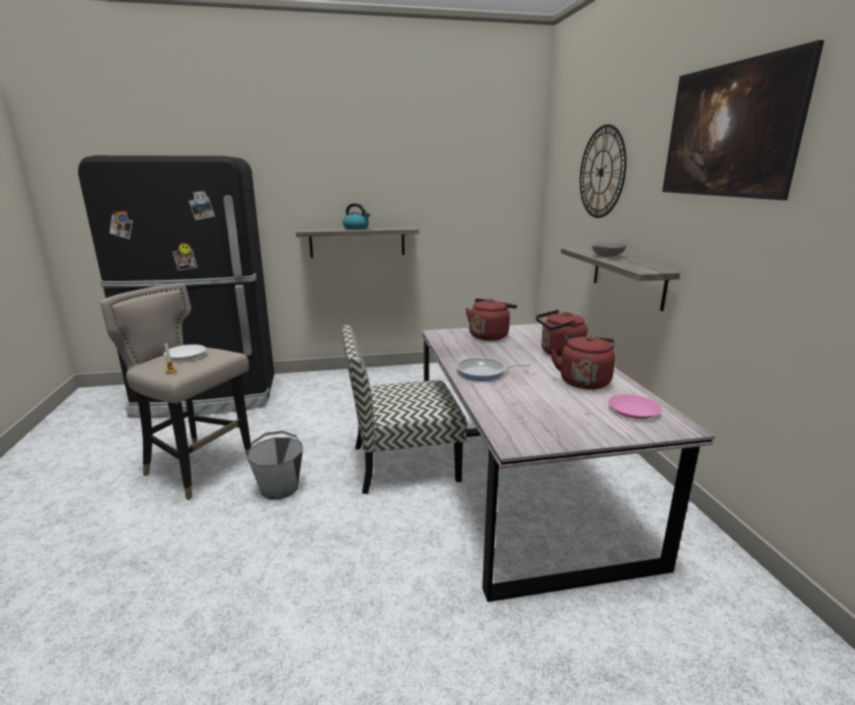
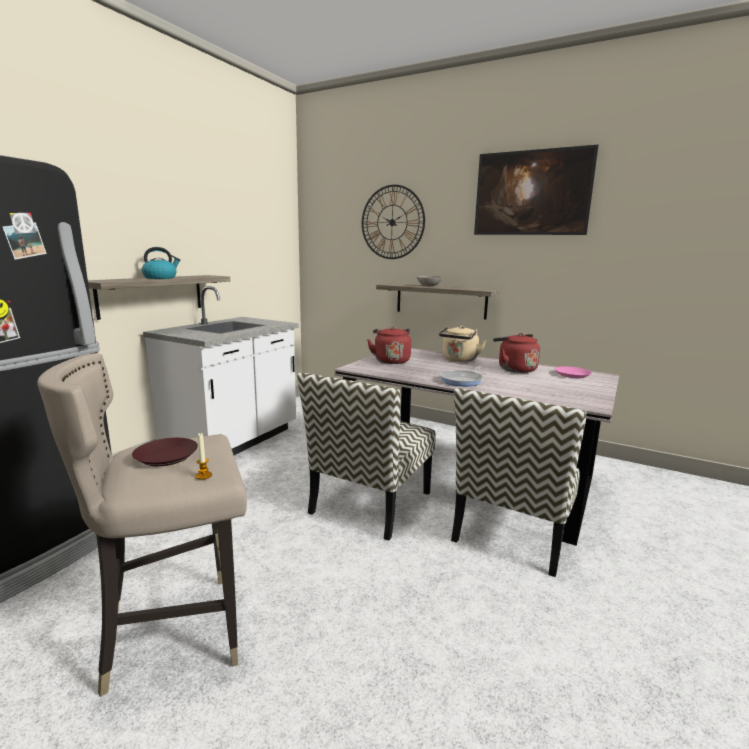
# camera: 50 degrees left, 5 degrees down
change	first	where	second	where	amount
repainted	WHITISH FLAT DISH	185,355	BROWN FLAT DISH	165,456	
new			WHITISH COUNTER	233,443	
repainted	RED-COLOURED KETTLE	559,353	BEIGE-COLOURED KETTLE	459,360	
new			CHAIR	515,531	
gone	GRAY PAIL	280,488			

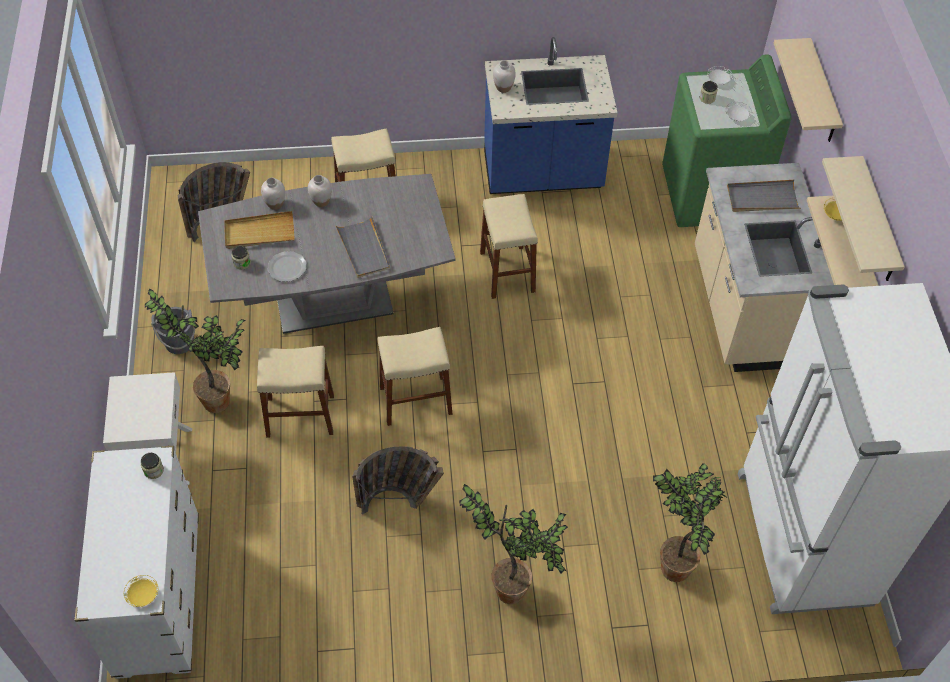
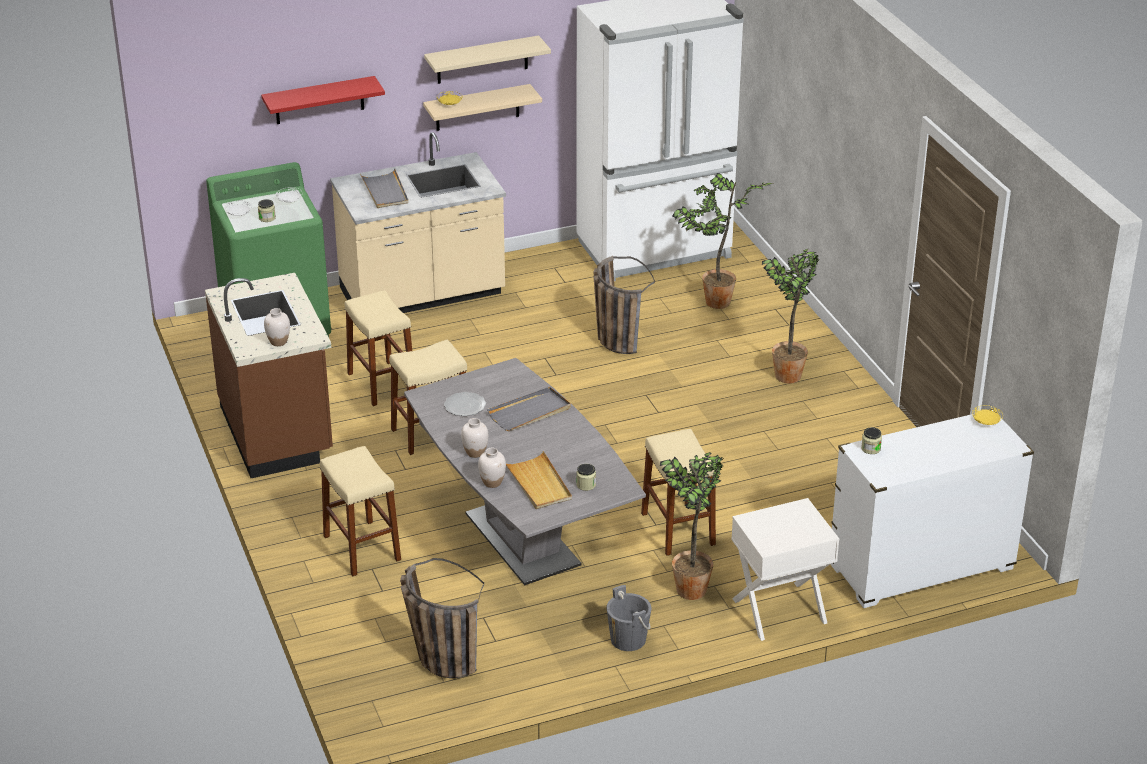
# camera: 105 degrees left, 20 degrees down
change	first	where	second	where	amount
repainted	BLUE COUNTER	542,174	BROWN COUNTER	278,432	
repainted	BEIGE-COLOURED SHELF	822,93	RED-COLOURED SHELF	319,100	
shifted	BEIGE-COLOURED STOOL SEAT	415,400		381,383	
shifted	FLAT DISH	286,268		465,406	
shifted	BASKET	400,502		614,336	

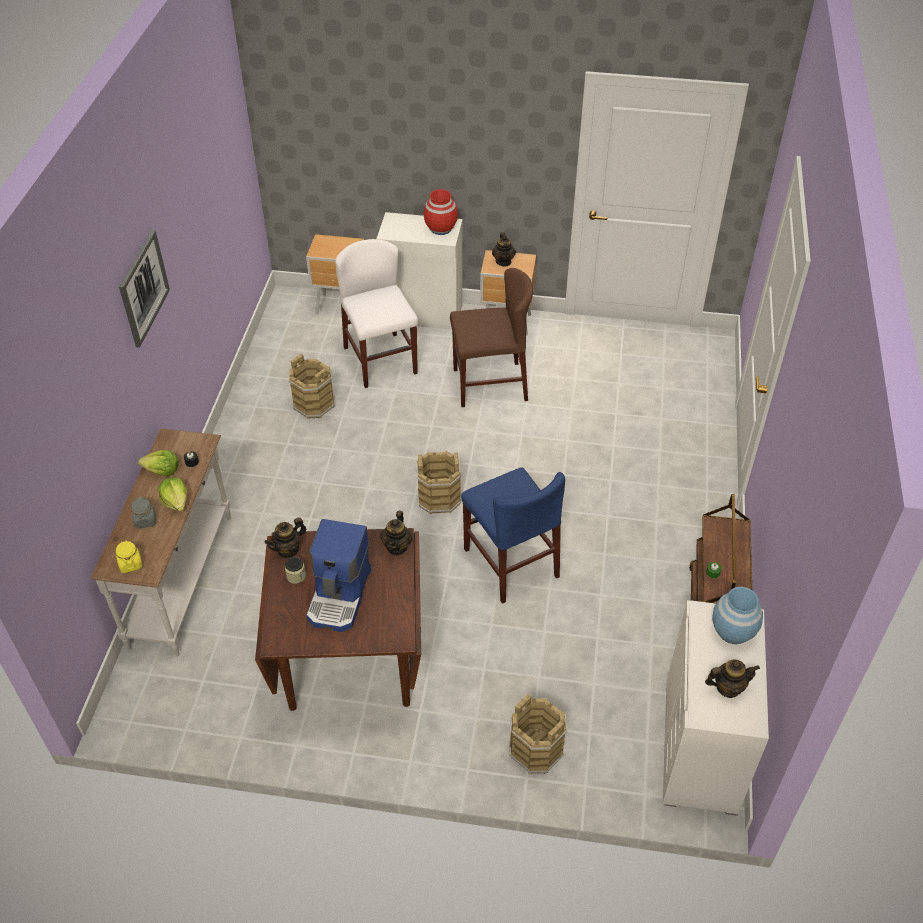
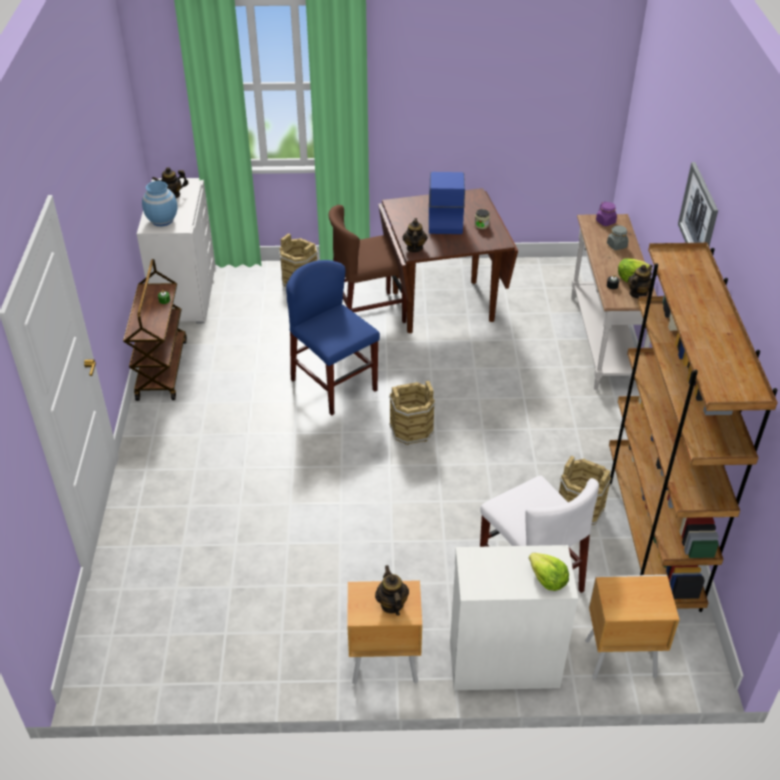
# camera: 170 degrees right, 5 degrees down
change	first	where	second	where	amount
shifted	BROWN CHAIR	490,384		368,313	
shifted	HEAD OF LETTUCE	176,501		547,579	
repainted	YELLOW PRESERVE JAR	130,564	PURPLISH PRESERVE JAR	605,222	
new			BROWN BOOKSHELF	651,534	
shifted	TEA POT	288,550		637,294	
gone	RED-COLOURED DECORATIVE VASE	440,228			

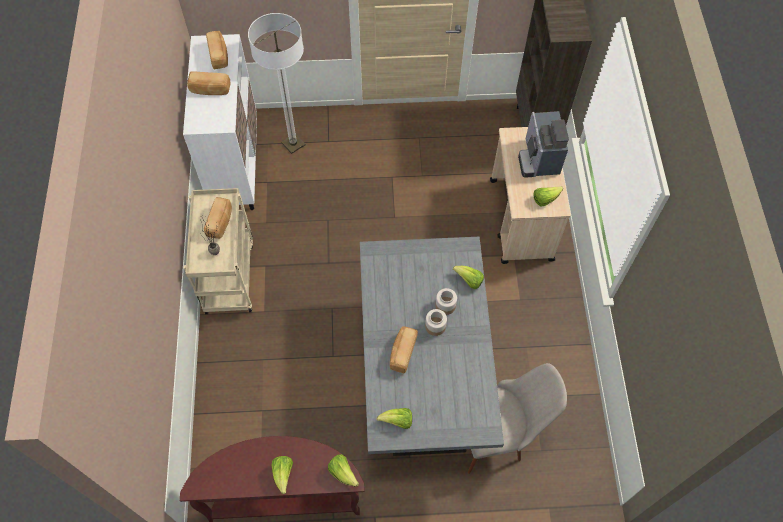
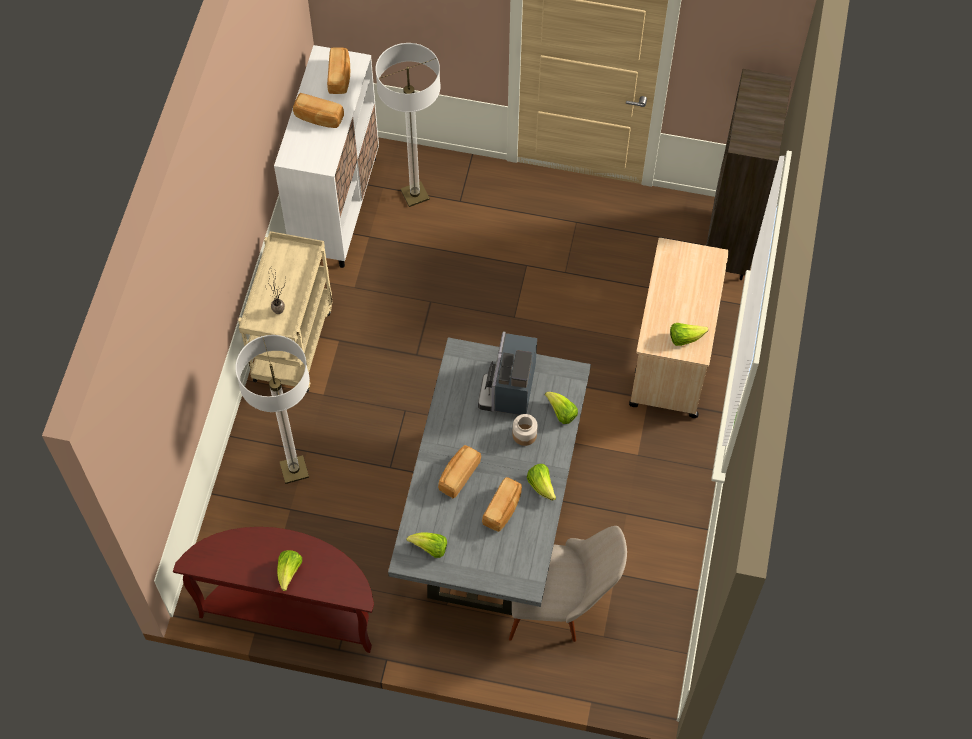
# camera: 15 degrees right, 0 degrees up
change	first	where	second	where	amount
new			FLOOR LAMP	294,470	
shifted	COFFEE MACHINE	539,159		509,389	
shifted	BAKED BREAD	220,222		503,509	
shifted	HEAD OF LETTUCE	343,472		541,485	
gone	PRESERVE JAR	435,326			

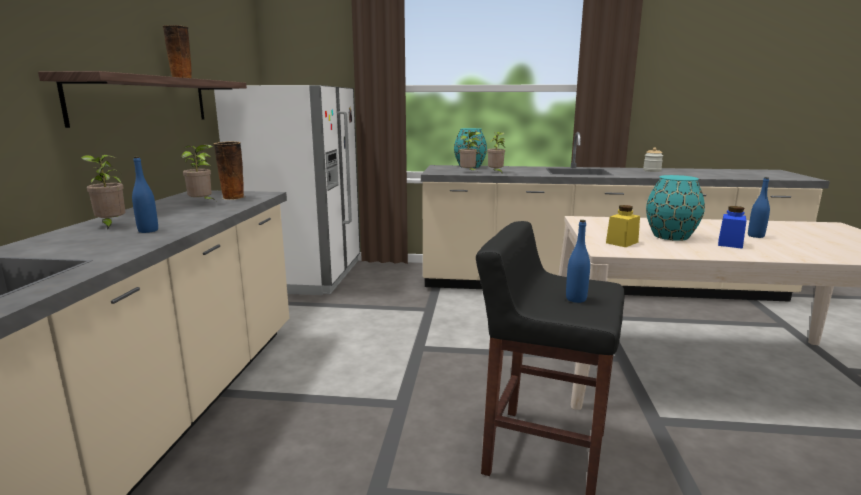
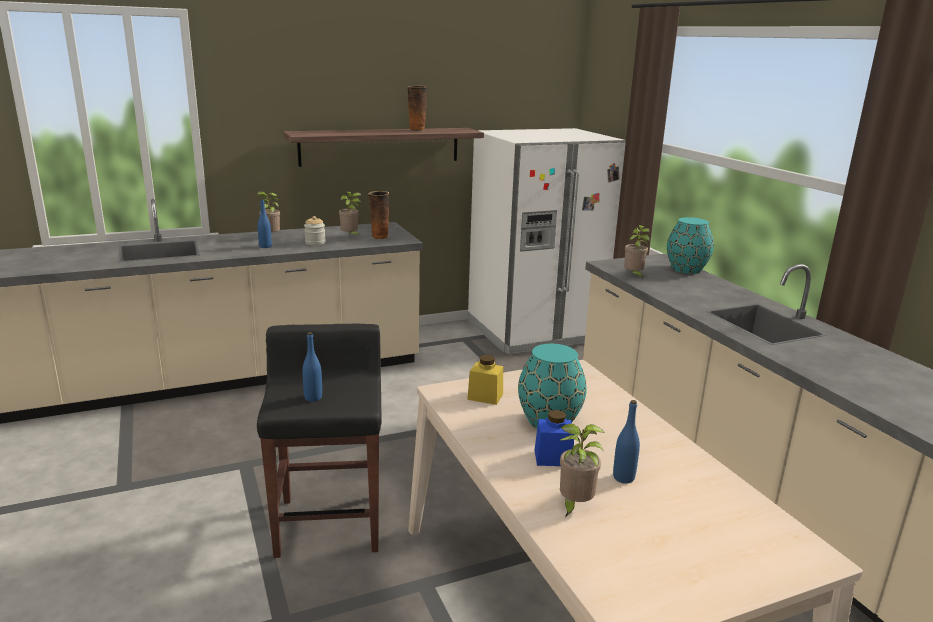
# camera: 60 degrees right, 5 degrees up
change	first	where	second	where	amount
shifted	PRESERVE JAR	652,171		315,243	
shifted	PLANT IN A POT	496,173		574,505	

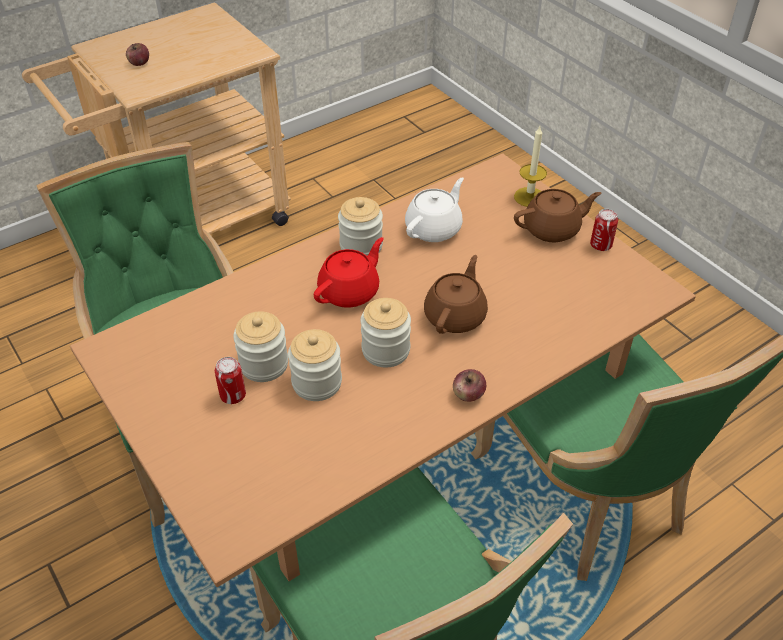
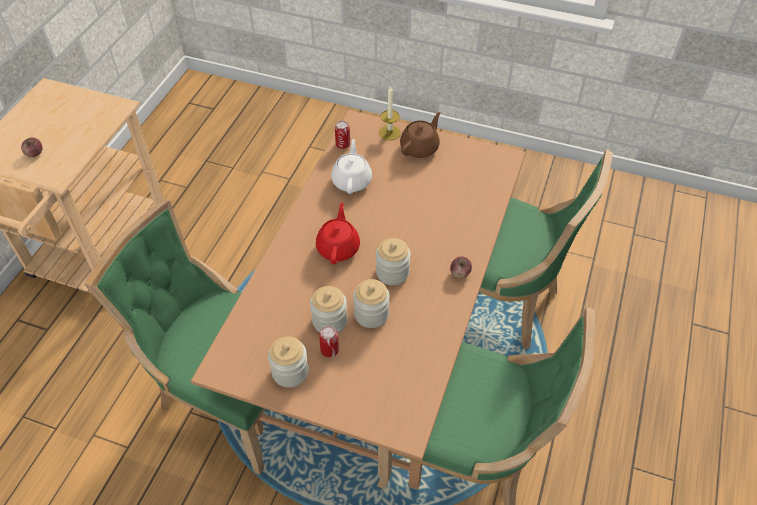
# camera: 35 degrees left, 5 degrees up
change	first	where	second	where	amount
shifted	PRESERVE JAR	361,246		290,372	
shifted	SEALED CAN	600,245		343,145	
gone	BROWN TEA POT	456,315			

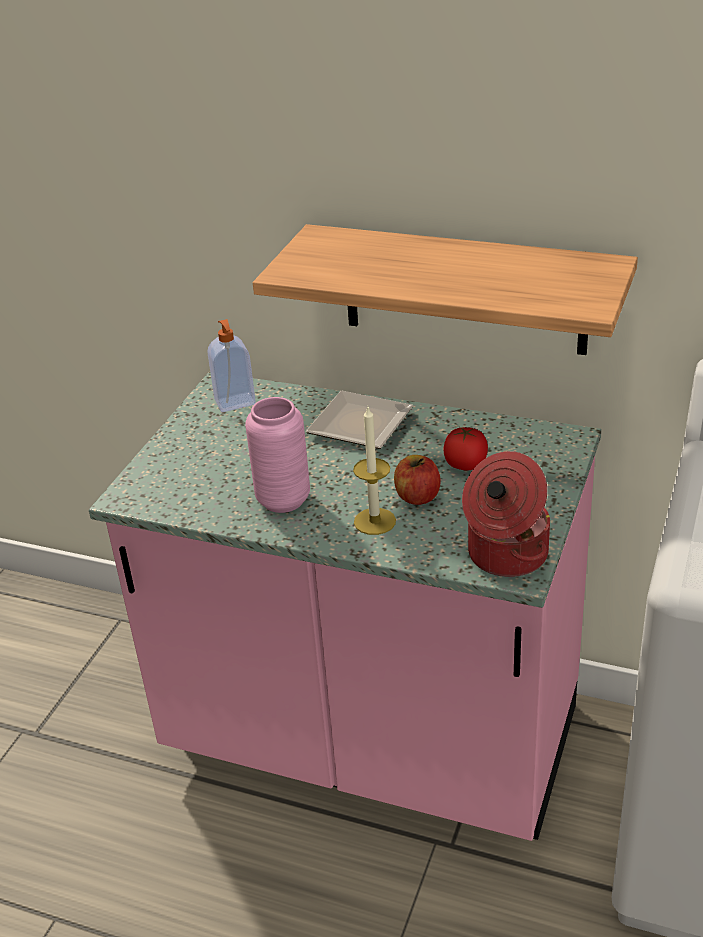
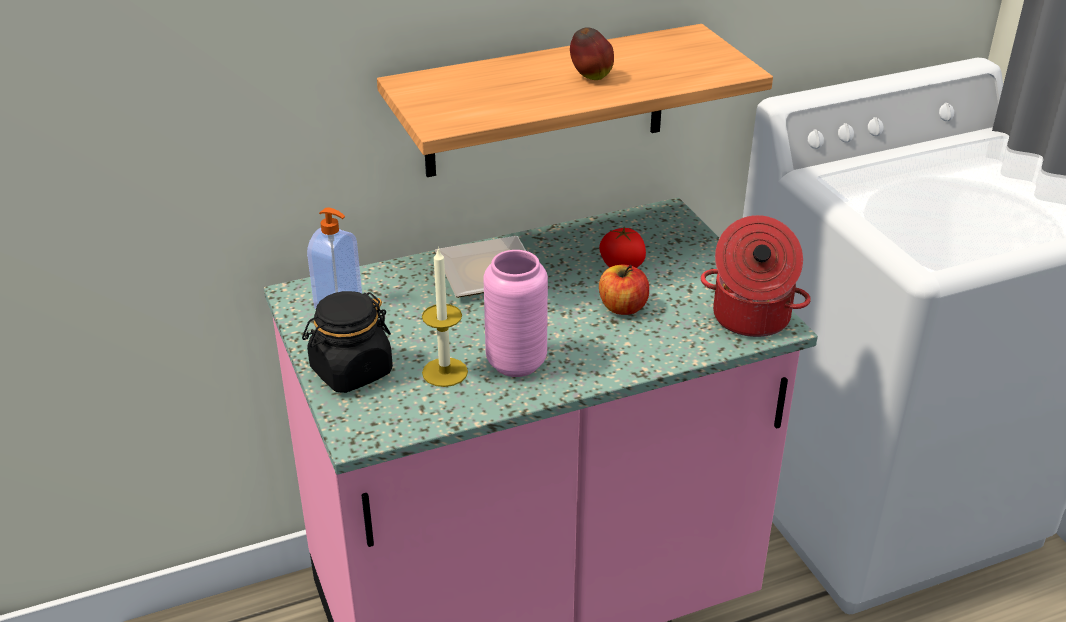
# camera: 45 degrees left, 0 degrees up
change	first	where	second	where	amount
new			BLACK PRESERVE JAR	351,371	
shifted	WAX CANDLE	374,521		445,372	
new			WHOLE APPLE	590,77	

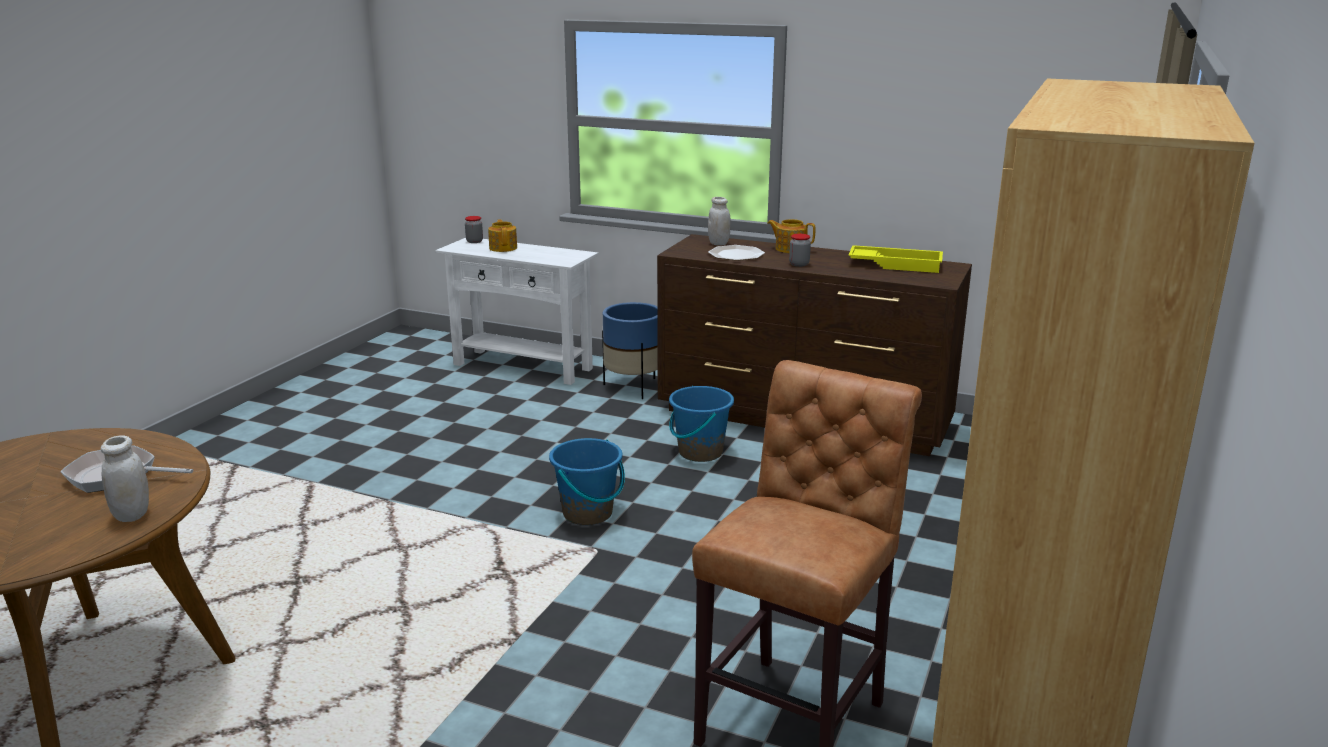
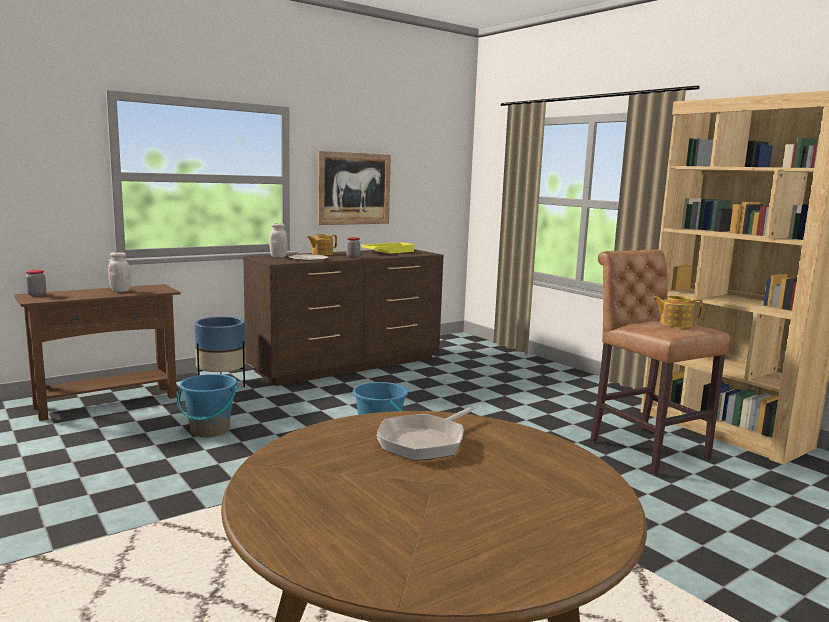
# camera: 60 degrees left, 10 degrees down
change	first	where	second	where	amount
repainted	WHITISH HALL TABLE	522,366	BROWN HALL TABLE	107,402	
shifted	WHITISH PRESERVE JAR	132,515		120,291	
shifted	BLUE PAIL	700,452		210,430	
new			WALL ART	354,188	
shifted	TEA POT	503,248		674,324	

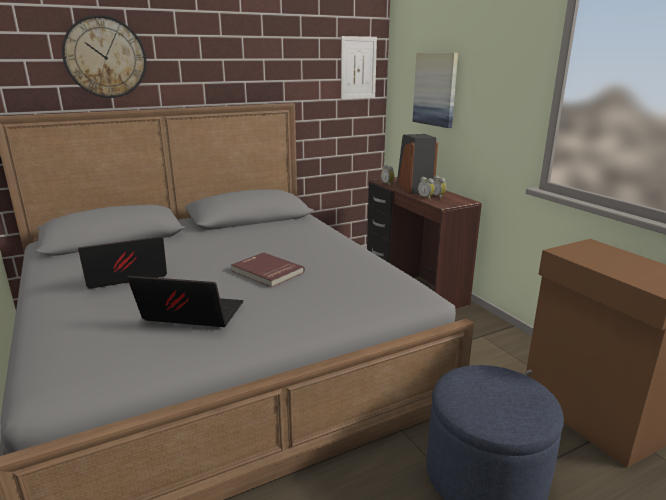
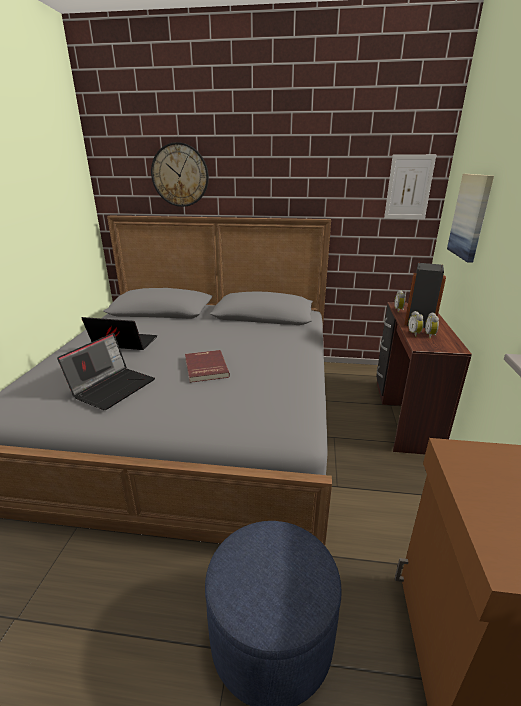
# camera: 35 degrees right, 5 degrees up
change	first	where	second	where	amount
rotated	NOTEBOOK COMPUTER	190,316		113,387	75 degrees clockwise

